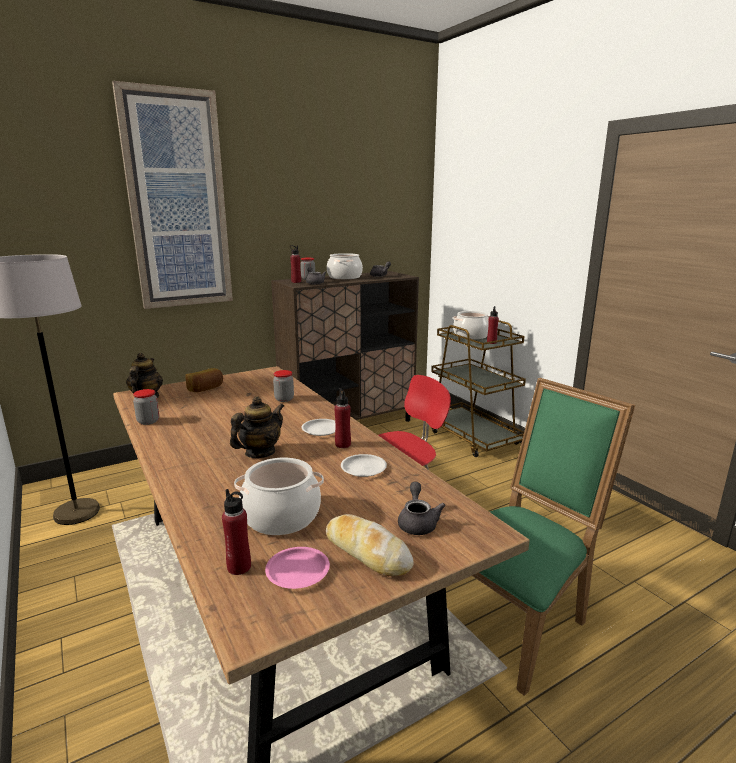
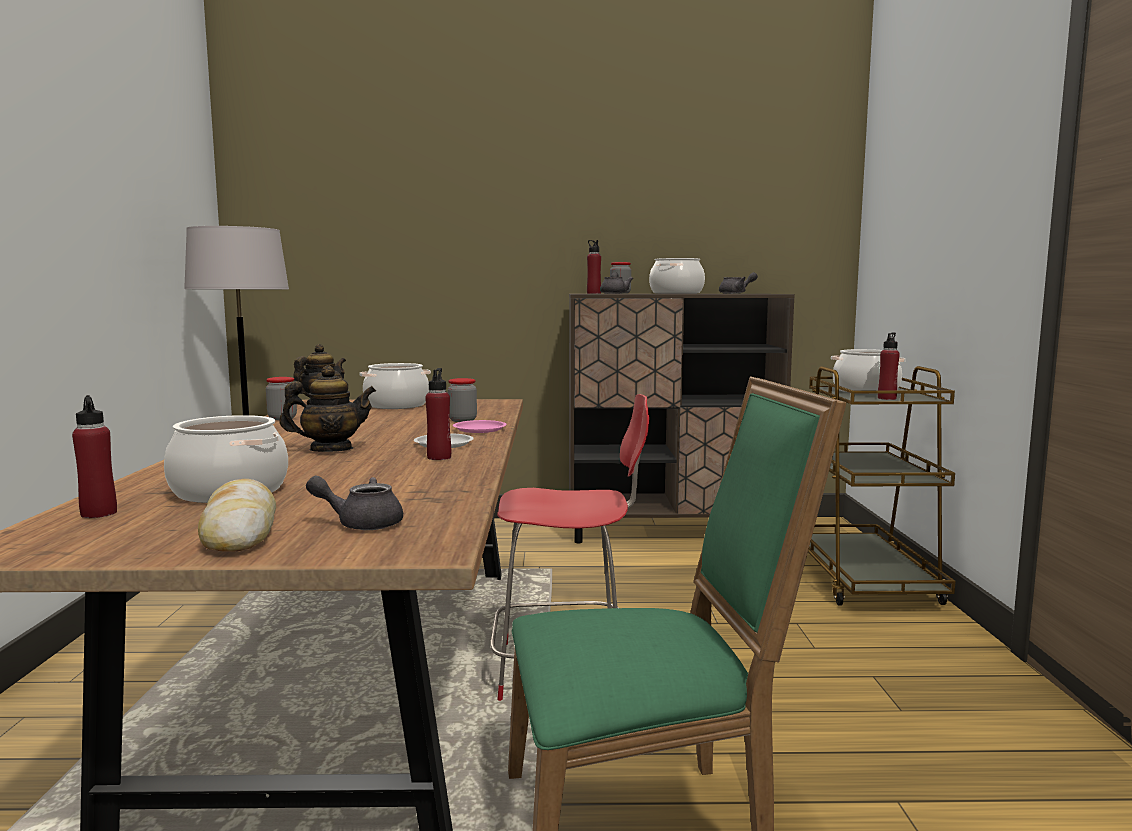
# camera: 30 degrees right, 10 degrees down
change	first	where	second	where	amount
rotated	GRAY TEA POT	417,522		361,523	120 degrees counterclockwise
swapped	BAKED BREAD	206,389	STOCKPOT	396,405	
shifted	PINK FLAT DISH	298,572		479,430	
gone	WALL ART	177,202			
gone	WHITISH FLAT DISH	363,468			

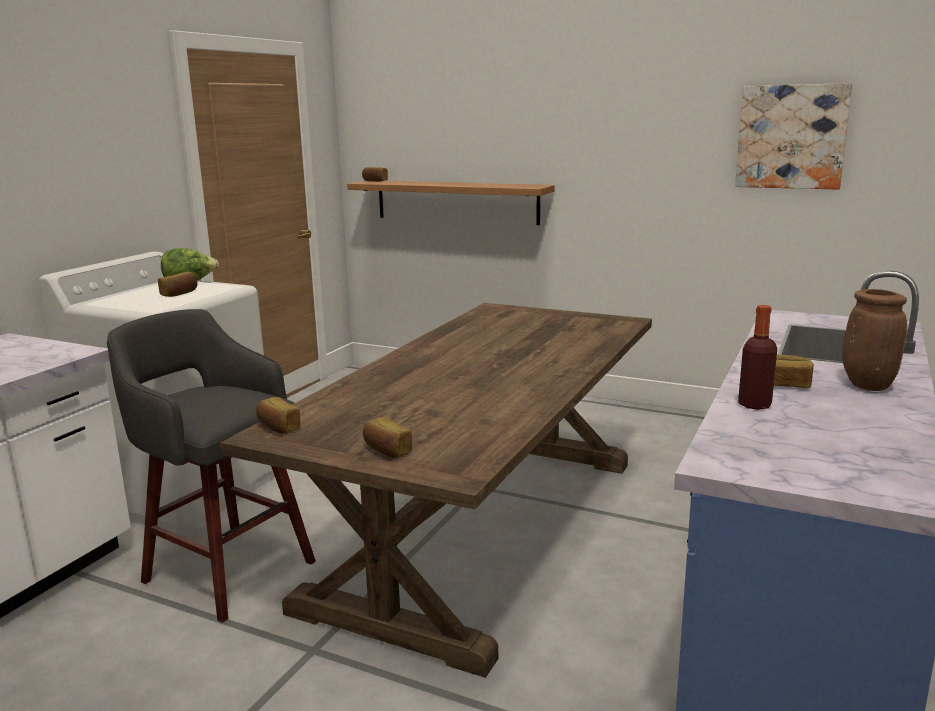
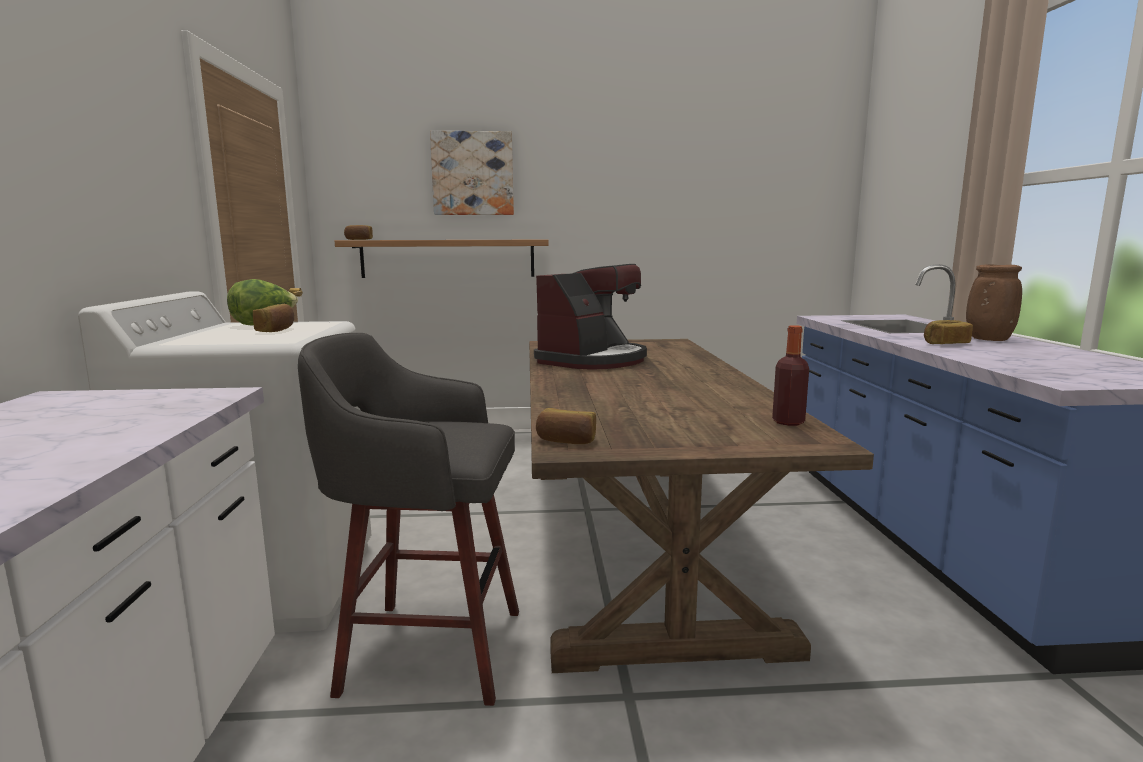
# camera: 30 degrees left, 5 degrees down
change	first	where	second	where	amount
shifted	WALL ART	791,137		473,174	
new			COFFEE MACHINE	593,360	
shifted	DRINK BOTTLE	754,405		788,422	
gone	BAKED BREAD	386,451			

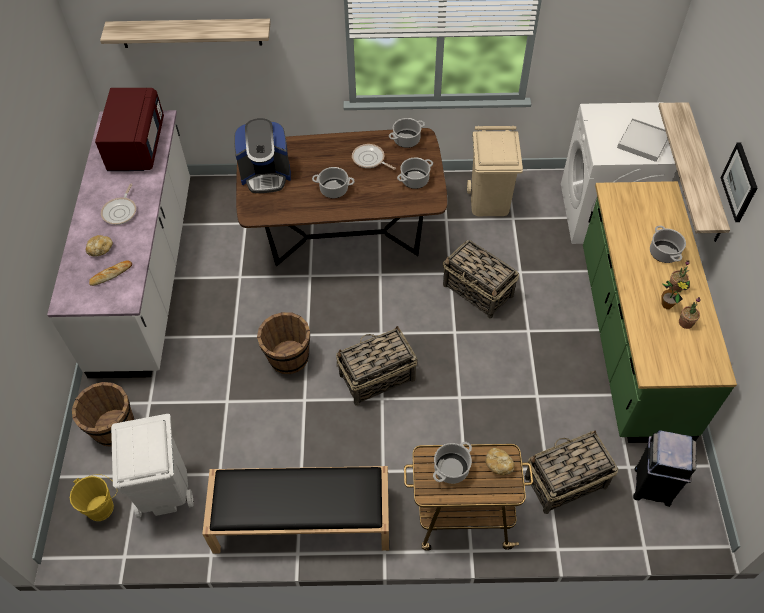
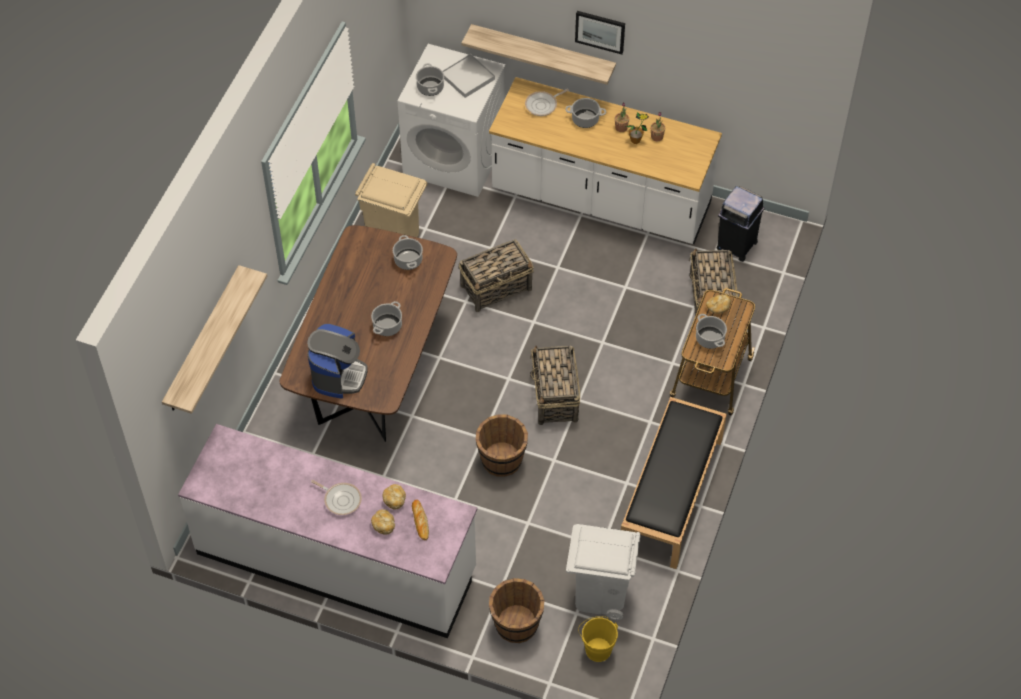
# camera: 70 degrees left, 0 degrees up
change	first	where	second	where	amount
new			BAKED BREAD	394,500	
shifted	STOCKPOT	406,140		430,87	
repainted	GREEN COUNTER	631,340	WHITISH COUNTER	601,199	
shifted	SKILLET	369,159		543,105	
gone	RED-COLOURED MICROWAVE	136,146			

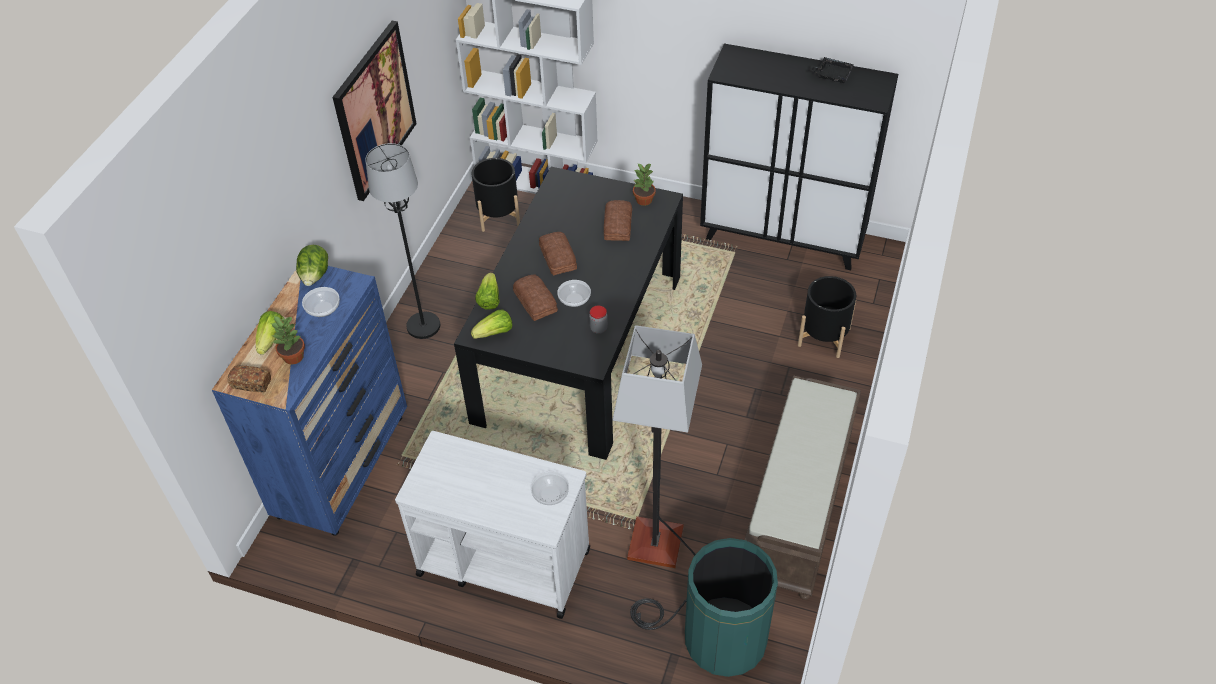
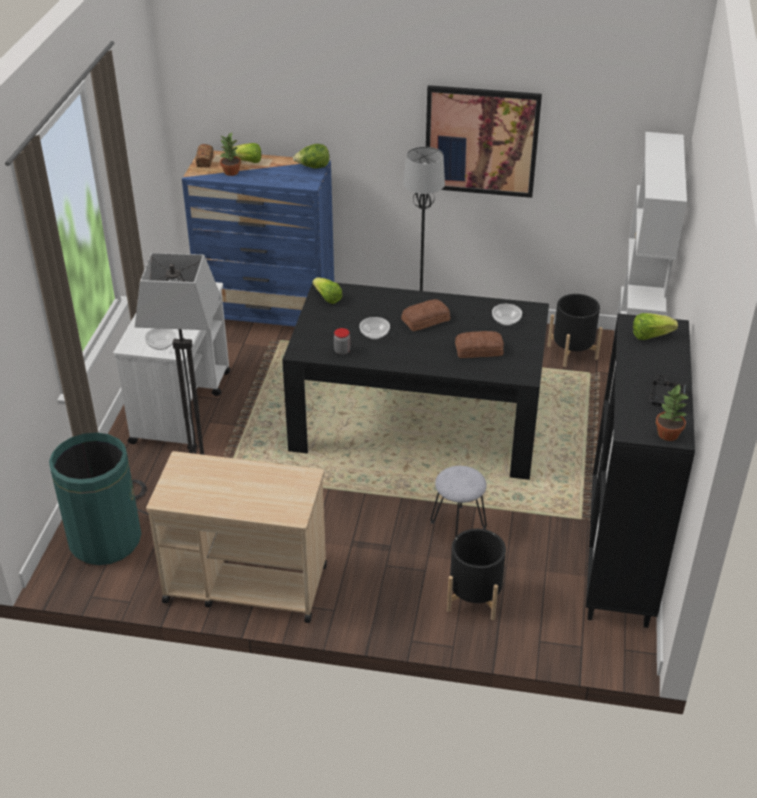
# camera: 80 degrees right, 10 degrees down
change	first	where	second	where	amount
swapped	BROWN BENCH	798,508	BEIGE-COLOURED WHEELED CART	244,583	
new			GRAY STOOL SEAT	457,525	
shifted	SERVING BOWL	323,309		506,321	
shifted	HEAD OF LETTUCE	489,299		650,335	
shifted	PLANT IN A POT	644,200		667,434	
gone	BAKED BREAD	536,301			

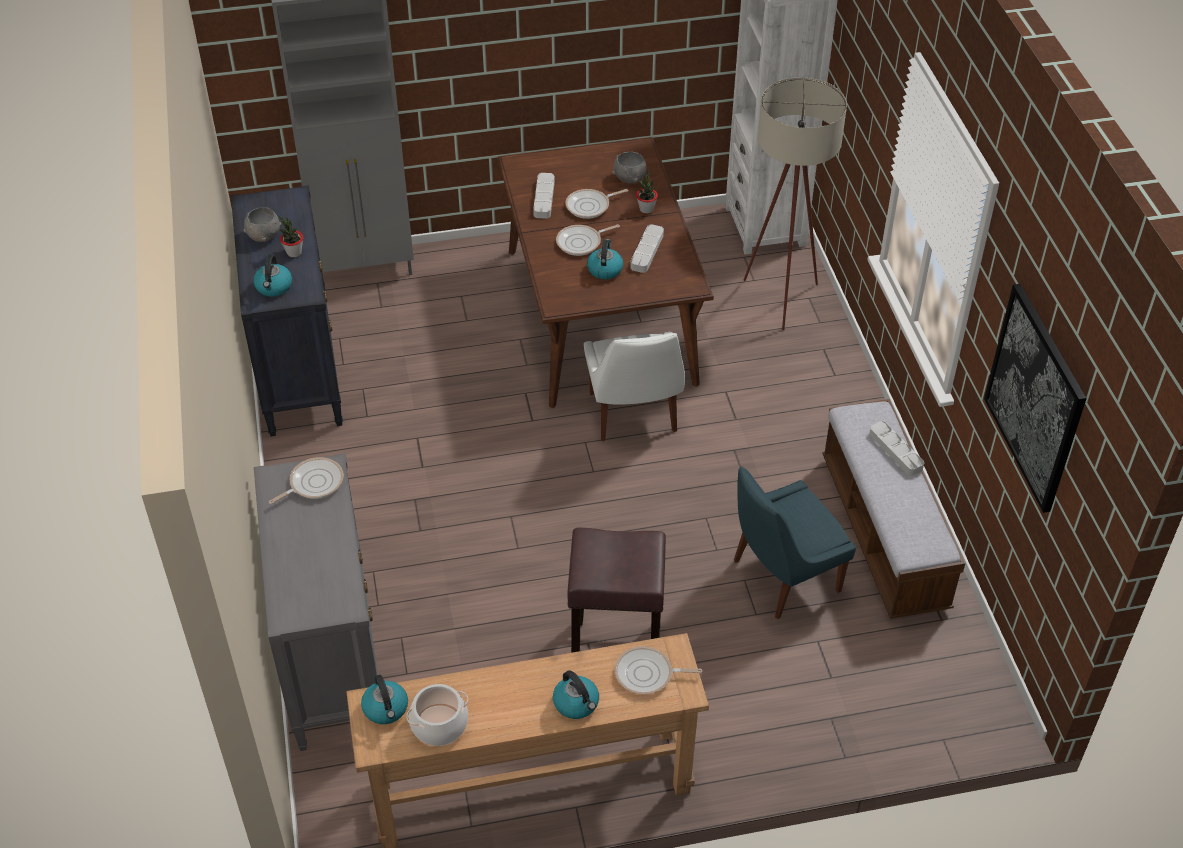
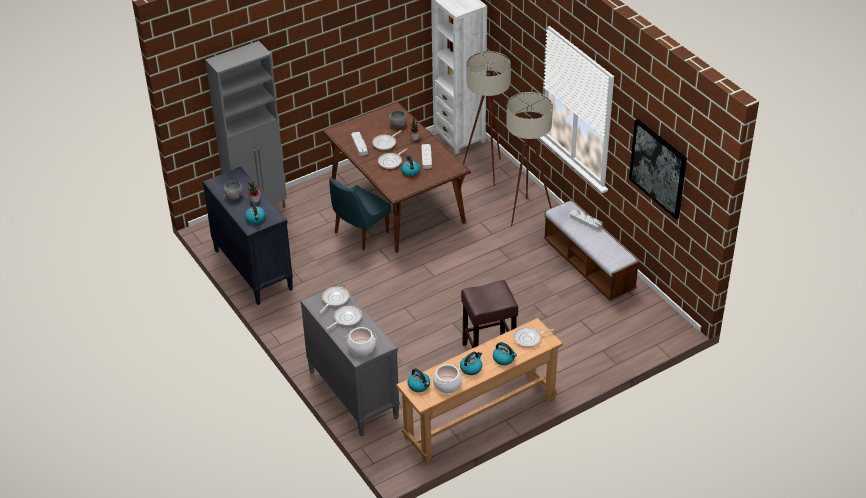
# camera: 20 degrees left, 5 degrees down
change	first	where	second	where	amount
new			SKILLET	346,318	
shifted	BLUE CHAIR	782,577		360,233	
new			STOCKPOT	361,347	
new			KETTLE	471,368	
new			BEIGE-COLOURED FLOOR LAMP	526,217	
gone	WHITISH CHAIR	633,415			

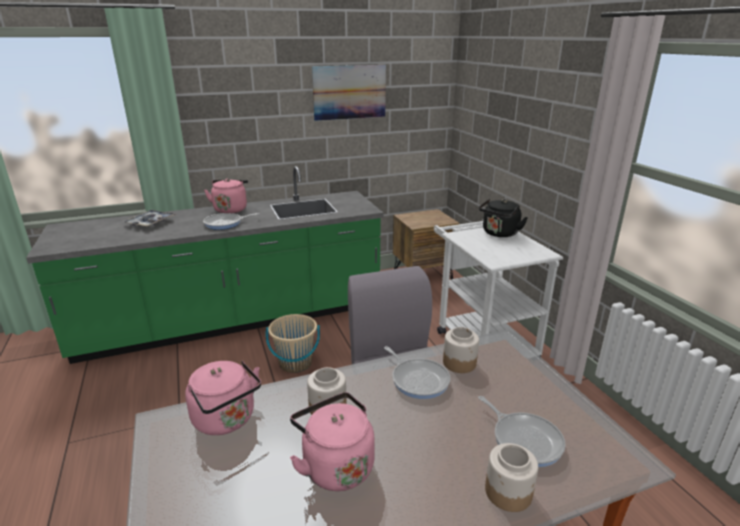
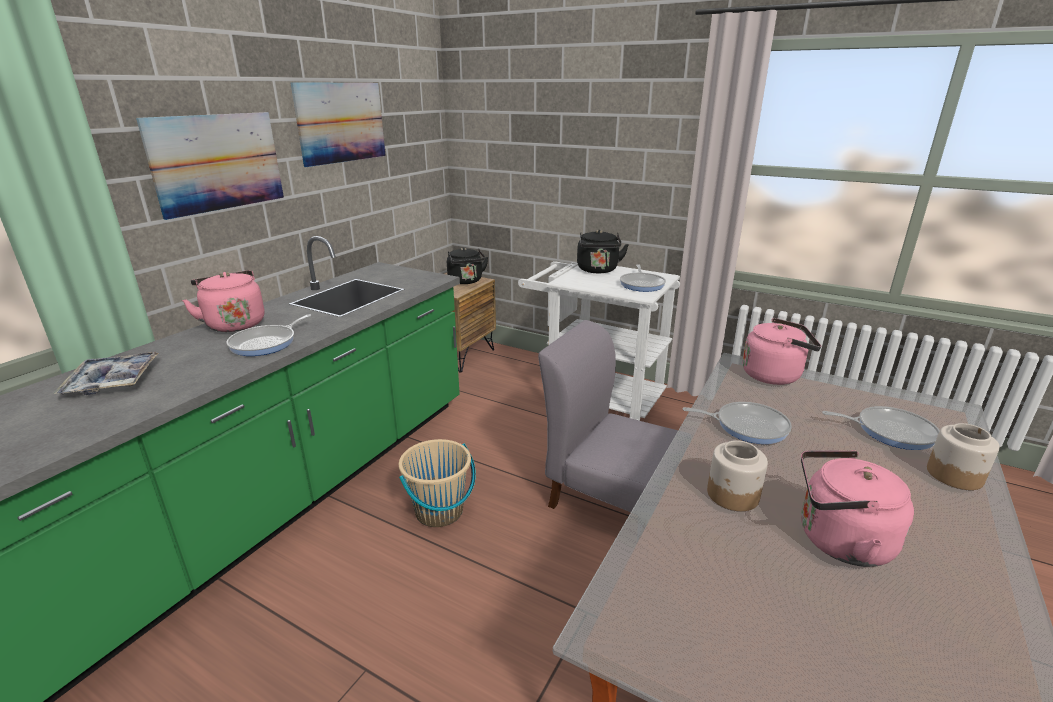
# camera: 40 degrees left, 0 degrees up
change	first	where	second	where	amount
new			WALL ART	217,162	
new			BLACK KETTLE	466,281	
new			SKILLET	642,284	
shifted	PINK KETTLE	227,420		774,375	
gone	PRESERVE JAR	459,363			

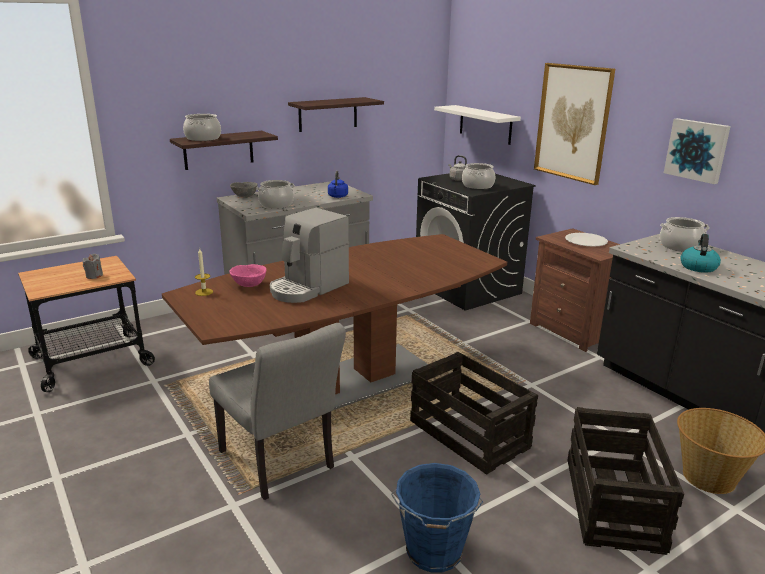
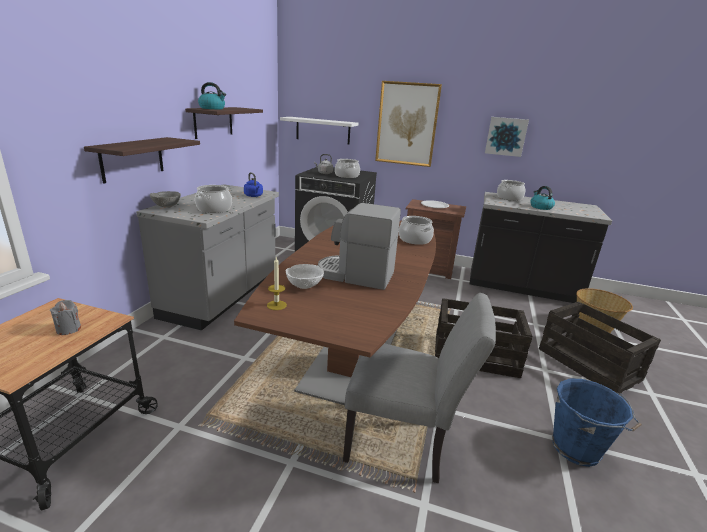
# camera: 40 degrees left, 0 degrees up
change	first	where	second	where	amount
new			KETTLE	212,108	
repainted	PINK SERVING BOWL	248,285	WHITISH SERVING BOWL	304,286	
rotated	COFFEE MACHINE	308,288		355,275	105 degrees clockwise
shifted	STOCKPOT	203,138		415,240	

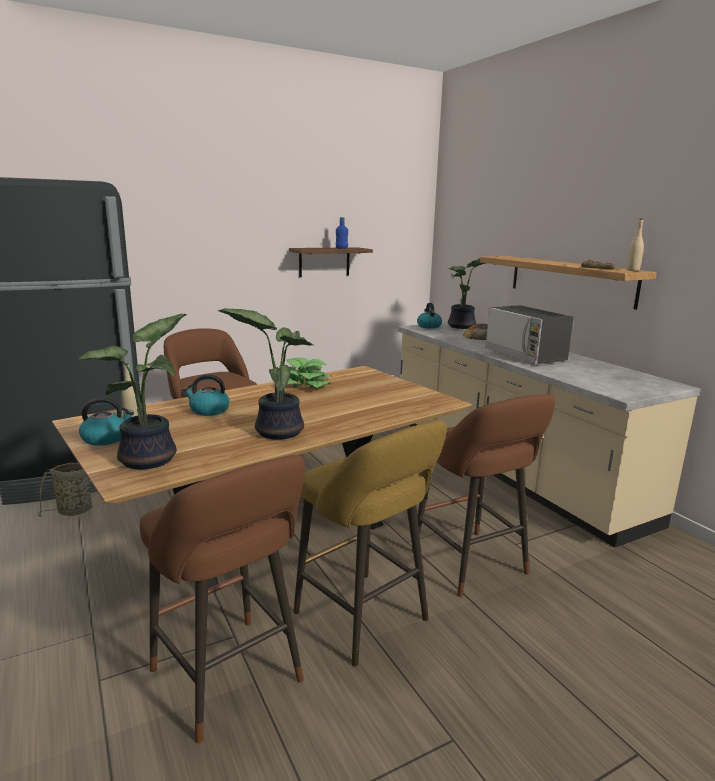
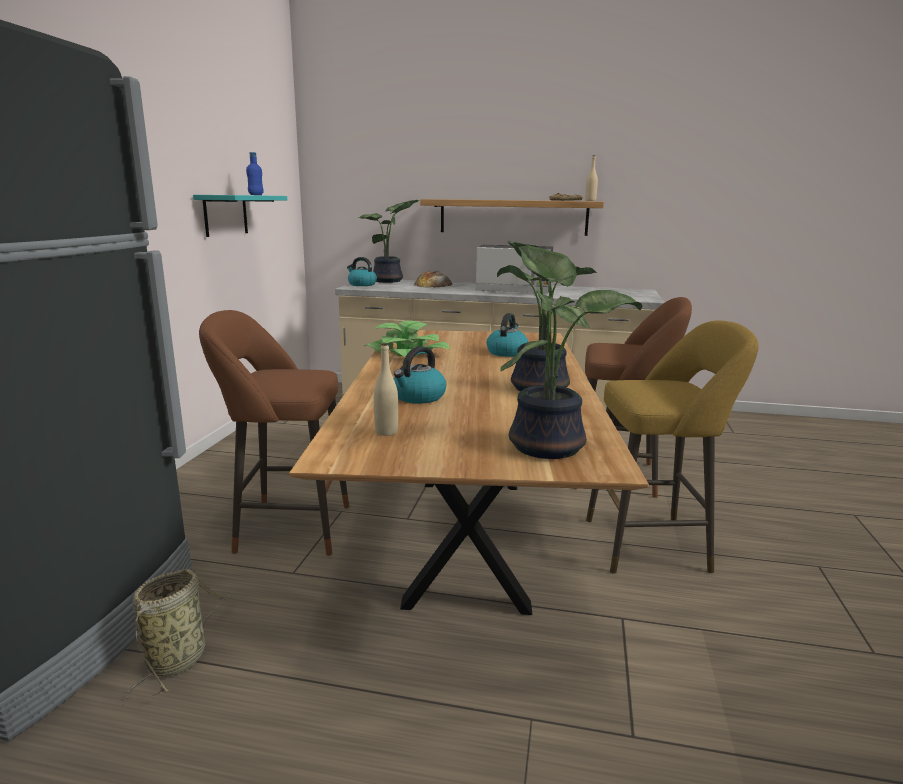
# camera: 50 degrees left, 0 degrees up
change	first	where	second	where	amount
repainted	BROWN SHELF	324,262	BLUE-GREEN SHELF	225,215	
shifted	KETTLE	106,438		507,352	
gone	BROWN STOOL SEAT	231,680			

